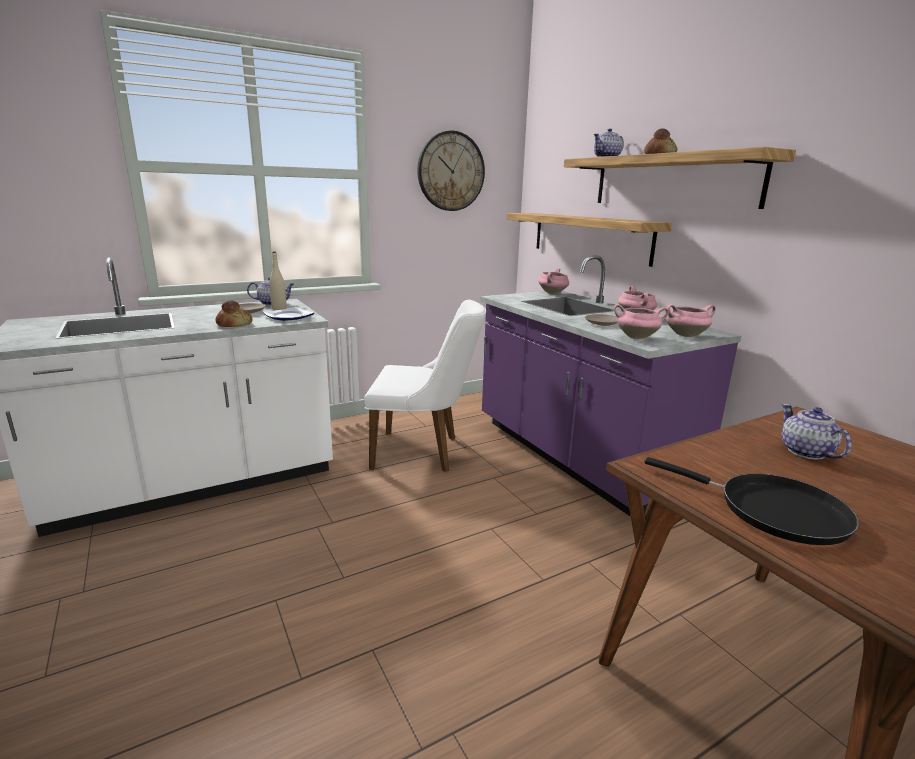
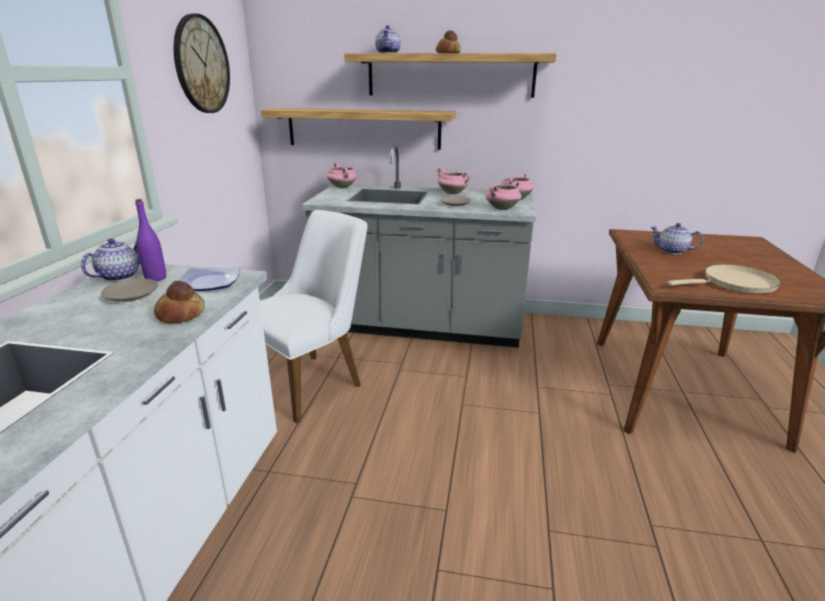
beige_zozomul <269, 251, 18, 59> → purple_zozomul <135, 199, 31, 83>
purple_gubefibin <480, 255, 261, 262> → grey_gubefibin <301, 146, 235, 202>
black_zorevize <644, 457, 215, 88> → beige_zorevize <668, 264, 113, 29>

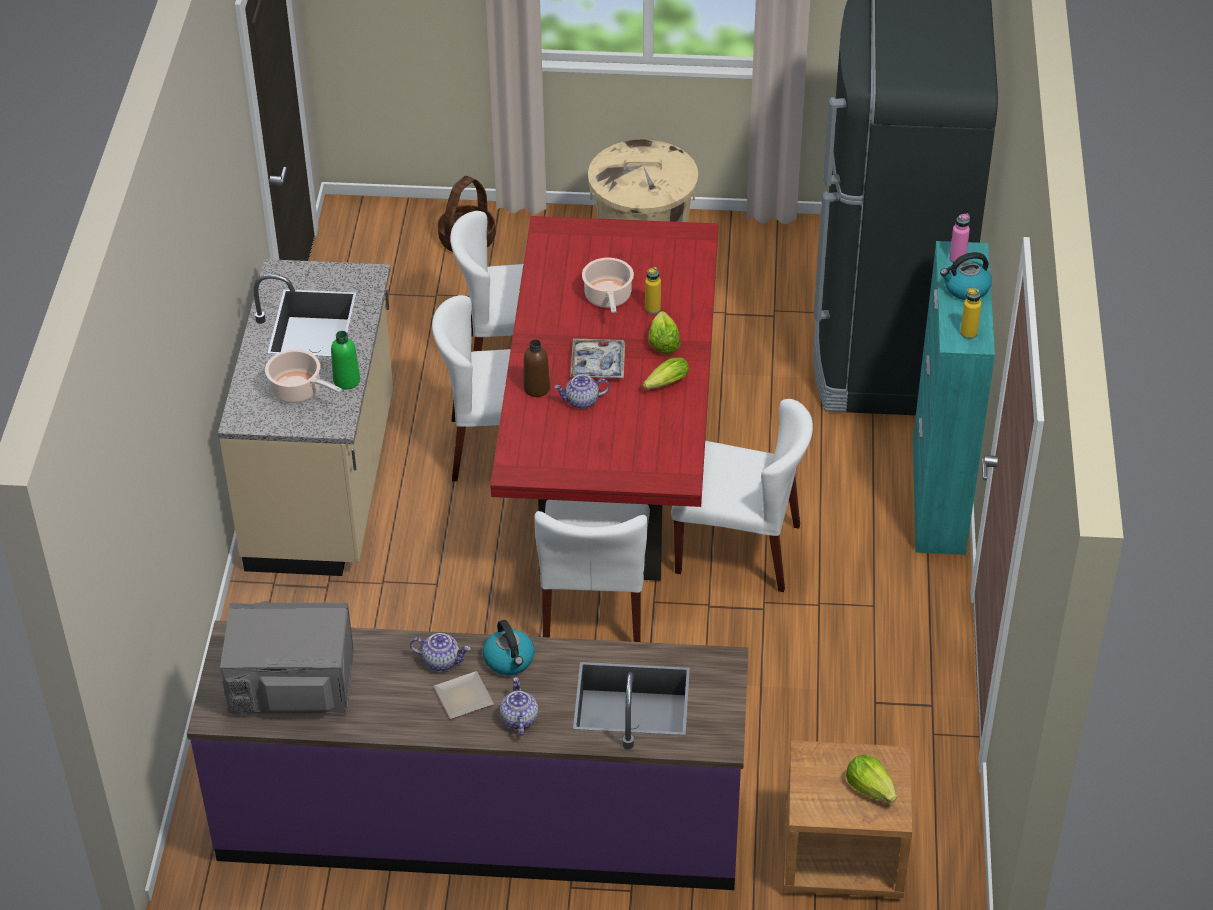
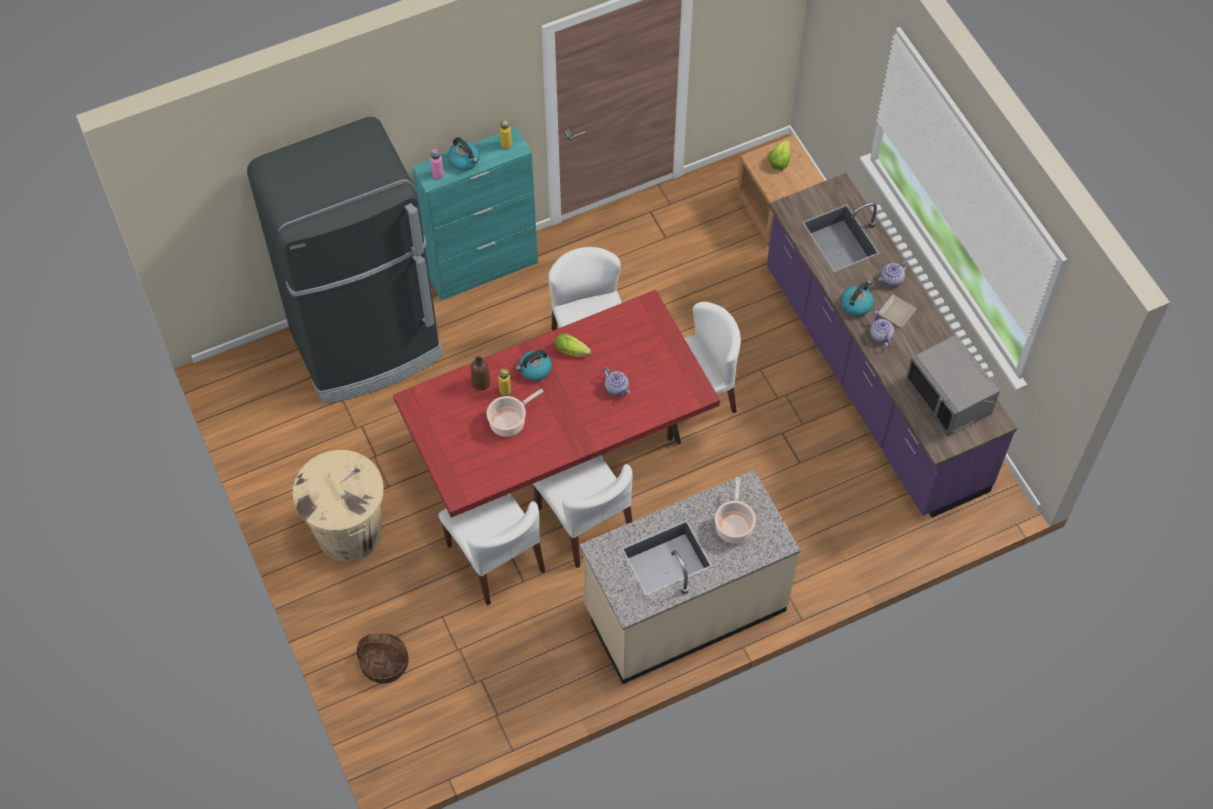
green_zozomul <331, 331, 29, 58> → -
brown_zozomul <524, 340, 26, 57> → brown_zozomul <471, 357, 20, 34>, relocated
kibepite <570, 339, 55, 39> → -
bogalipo <648, 311, 32, 43> → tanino <516, 350, 36, 31>

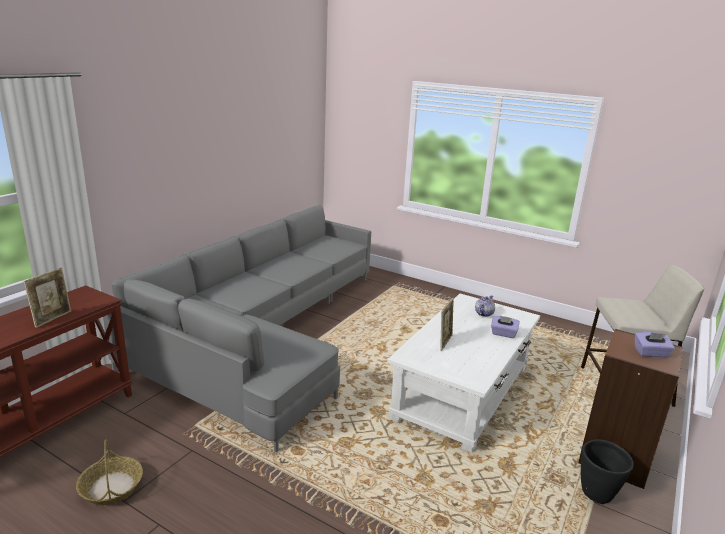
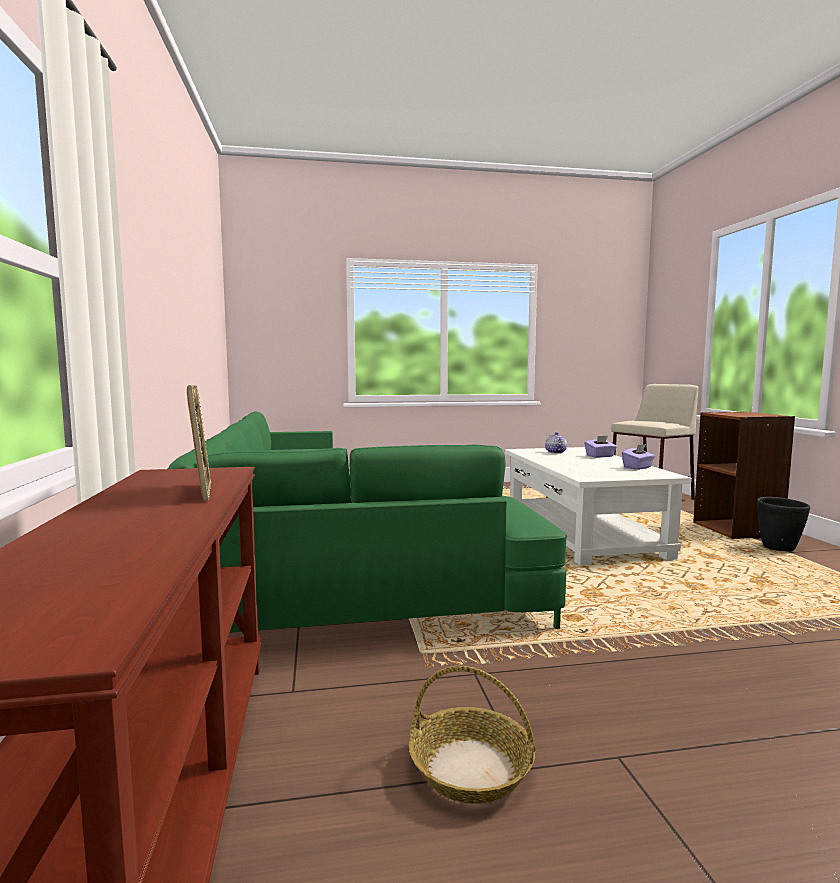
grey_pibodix <103, 205, 268, 248> → green_pibodix <168, 411, 399, 221>
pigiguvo <440, 298, 14, 53> → -
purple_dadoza <635, 332, 40, 26> → purple_dadoza <622, 444, 33, 26>, relocated

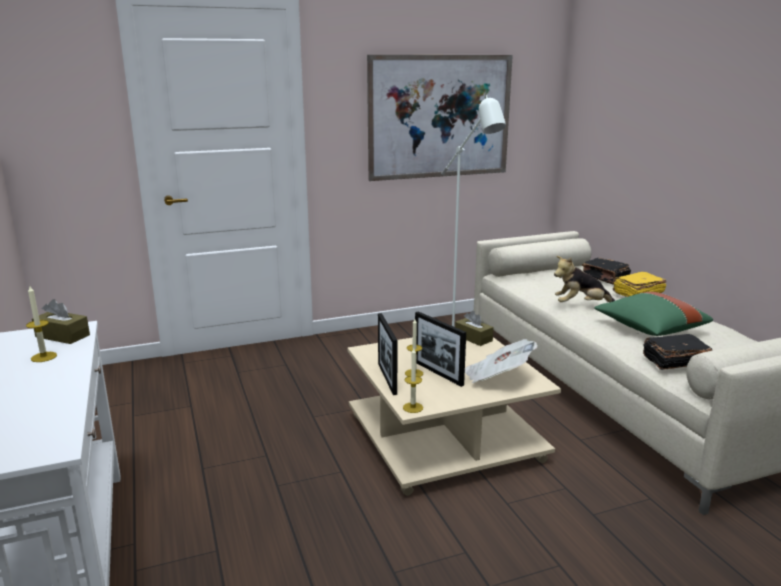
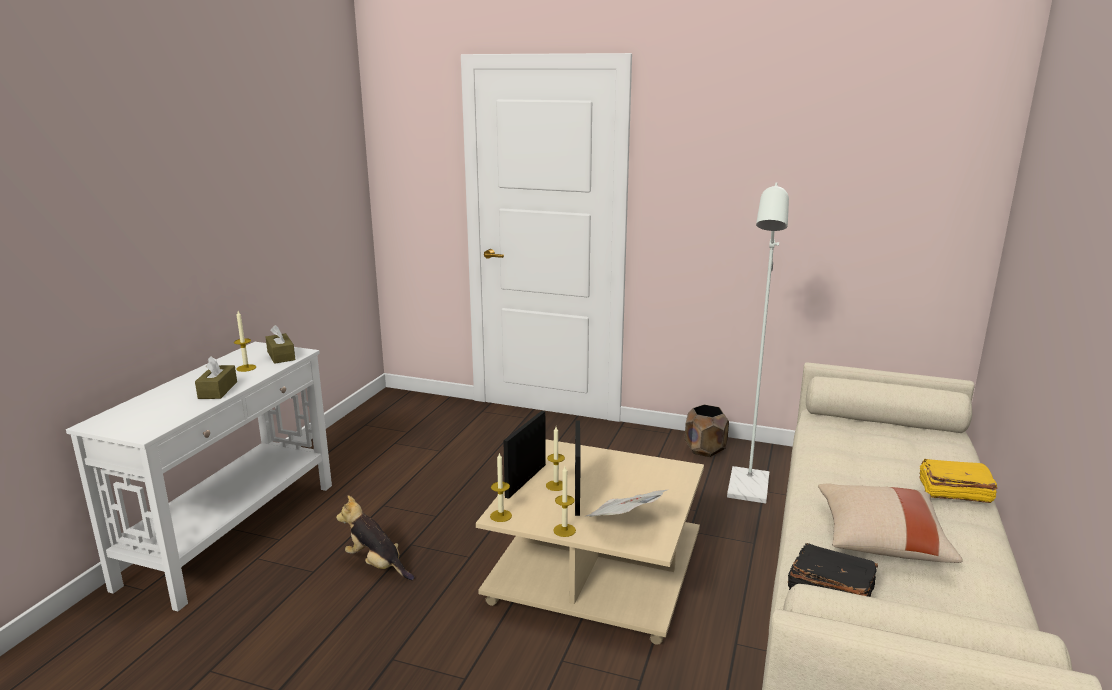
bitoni <367, 55, 146, 126> → -
brown_dadoza <455, 311, 39, 35> → brown_dadoza <195, 356, 42, 43>, relocated
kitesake <554, 256, 61, 46> → kitesake <336, 495, 79, 85>, relocated
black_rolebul <582, 258, 49, 27> → -
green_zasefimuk <594, 292, 119, 44> → beige_zasefimuk <818, 483, 145, 80>
- → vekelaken <553, 466, 23, 71>
- → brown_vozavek <685, 405, 44, 52>

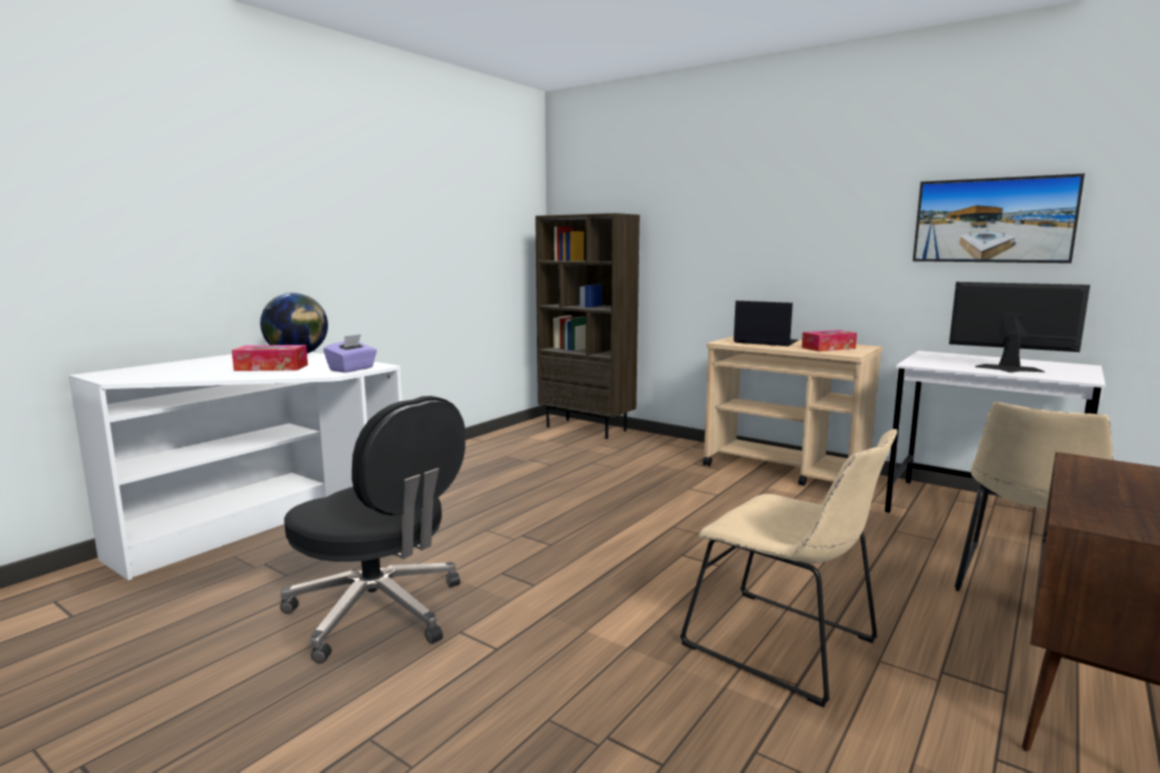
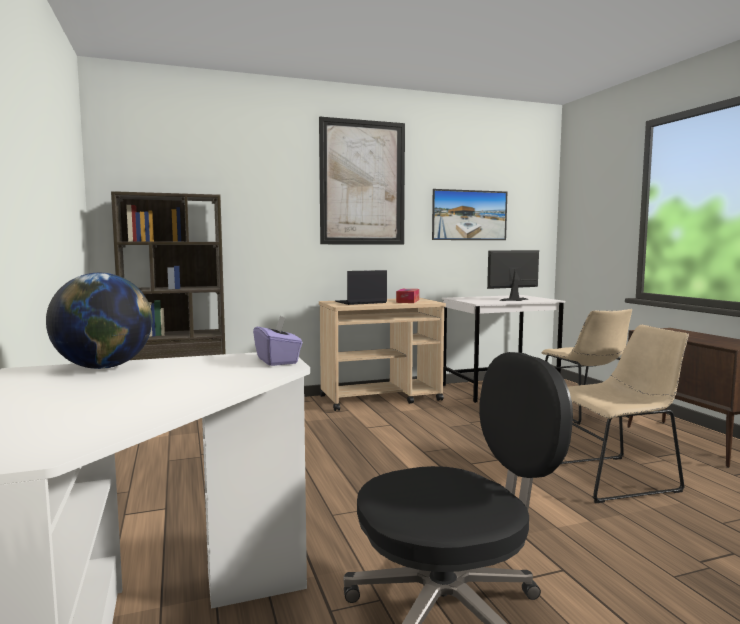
dadoza <232, 345, 76, 26> → -
- → bitoni <319, 116, 86, 128>

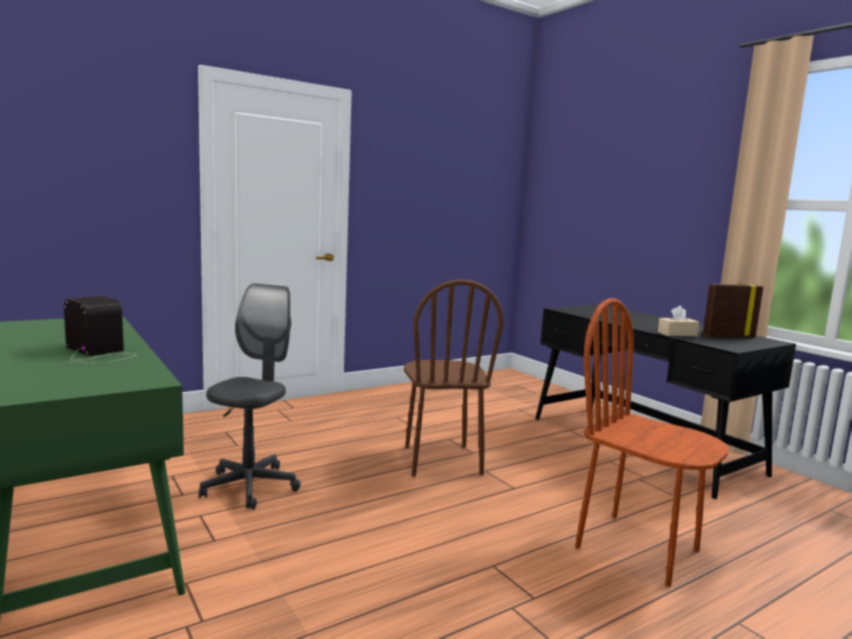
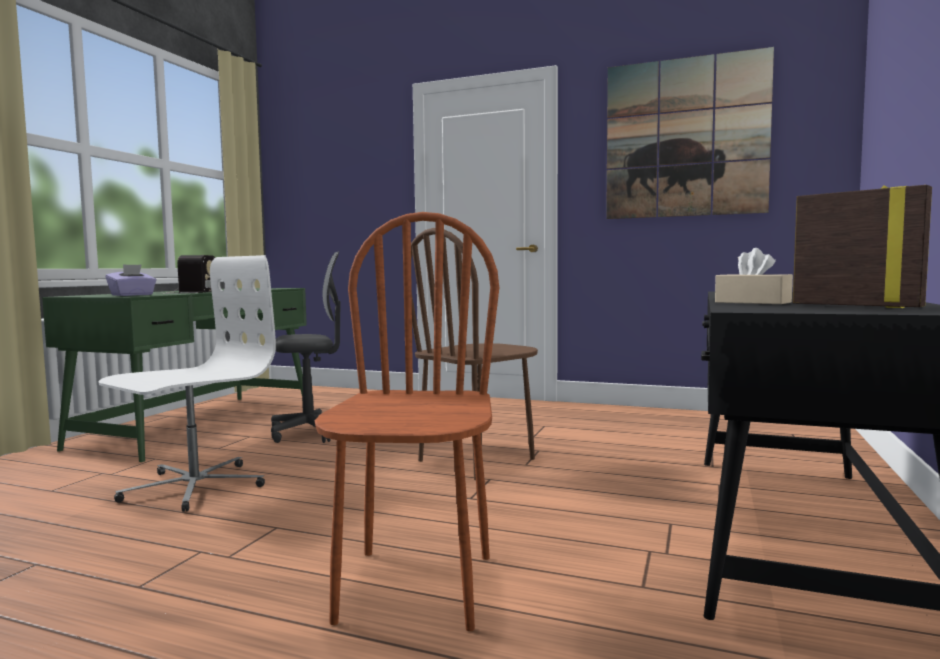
- → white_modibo <98, 255, 178, 257>
- → purple_dadoza <106, 264, 50, 32>
- → bitoni <606, 47, 168, 172>

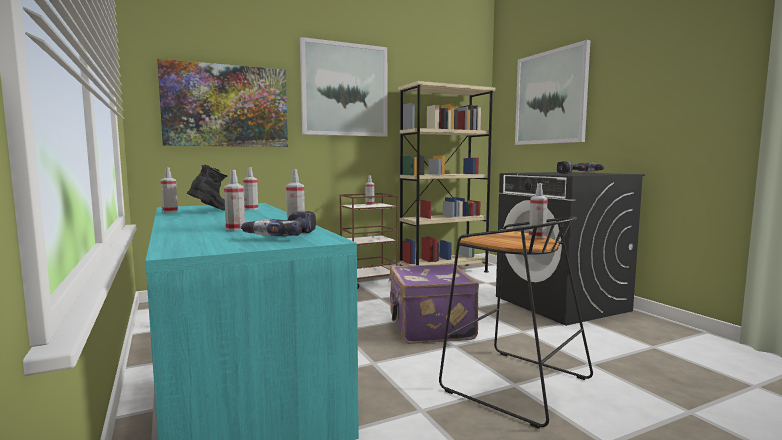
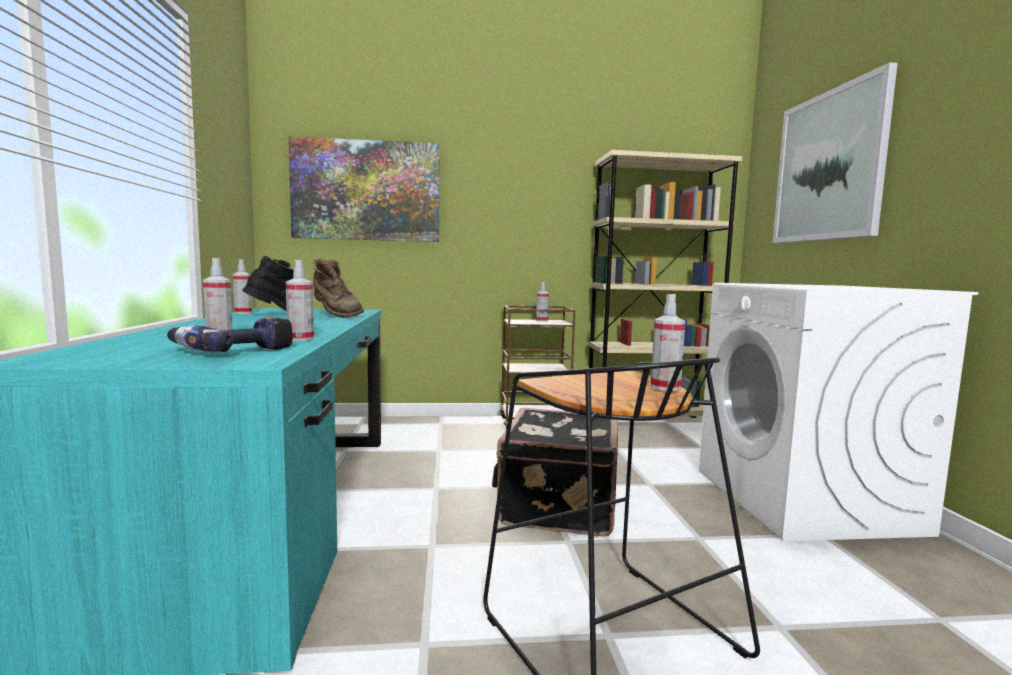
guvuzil <243, 167, 15, 43> → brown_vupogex <313, 258, 51, 60>
bitoni <300, 37, 87, 100> → -
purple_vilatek <388, 264, 91, 80> → black_vilatek <492, 408, 126, 129>
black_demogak <496, 172, 149, 154> → white_demogak <699, 283, 279, 258>
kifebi <557, 161, 47, 13> → -

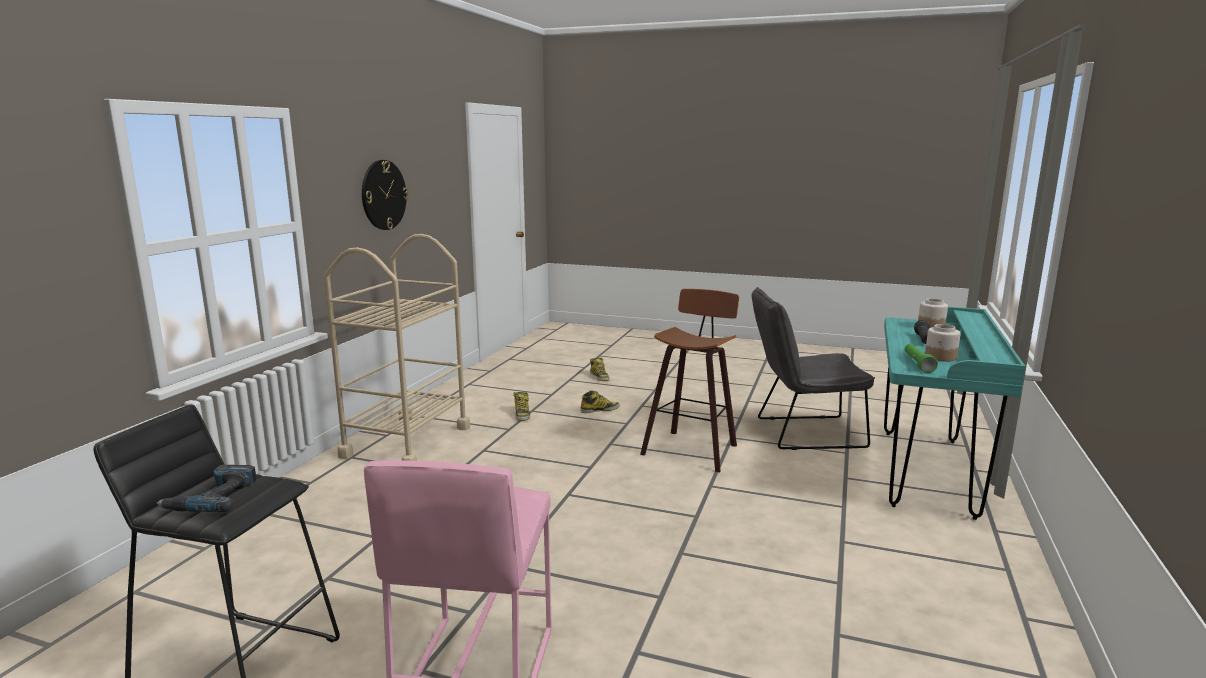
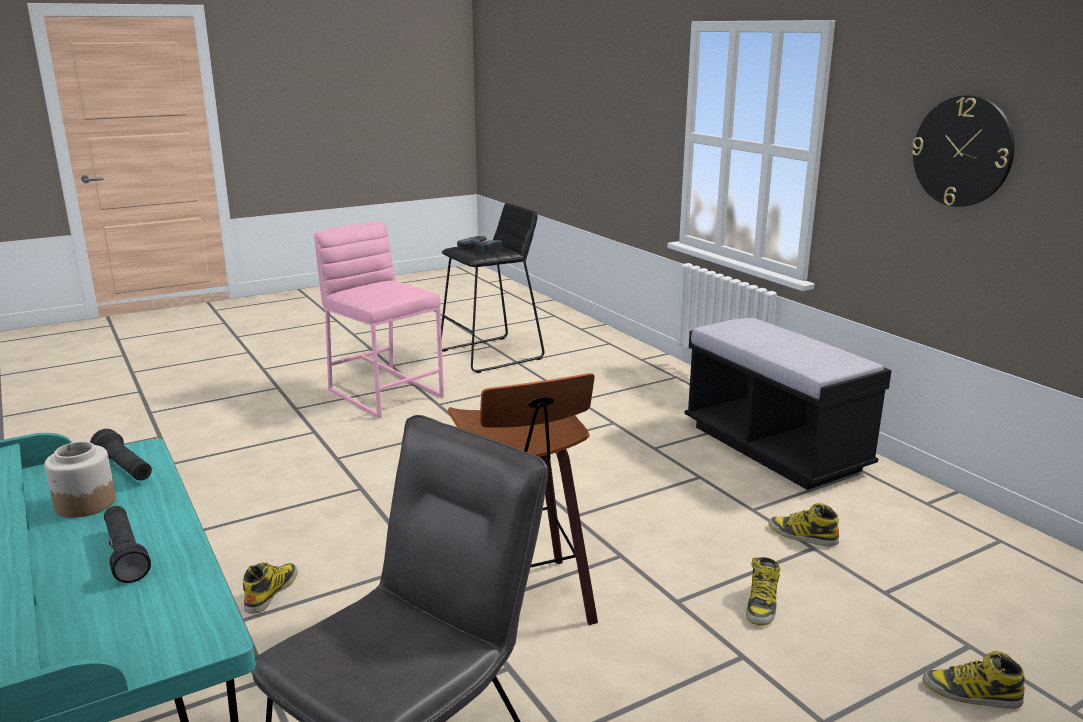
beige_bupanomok <324, 234, 146, 227> → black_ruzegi <685, 318, 207, 172>
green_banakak <905, 344, 33, 29> → black_banakak <90, 429, 62, 52>
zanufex <918, 298, 30, 30> → -
- → vupogex <243, 563, 55, 51>

